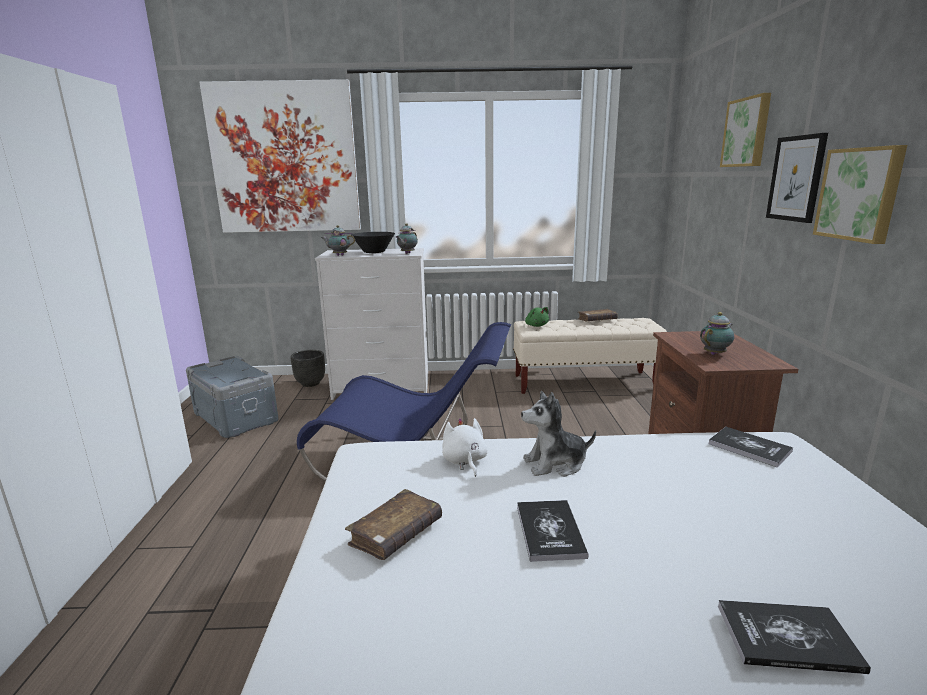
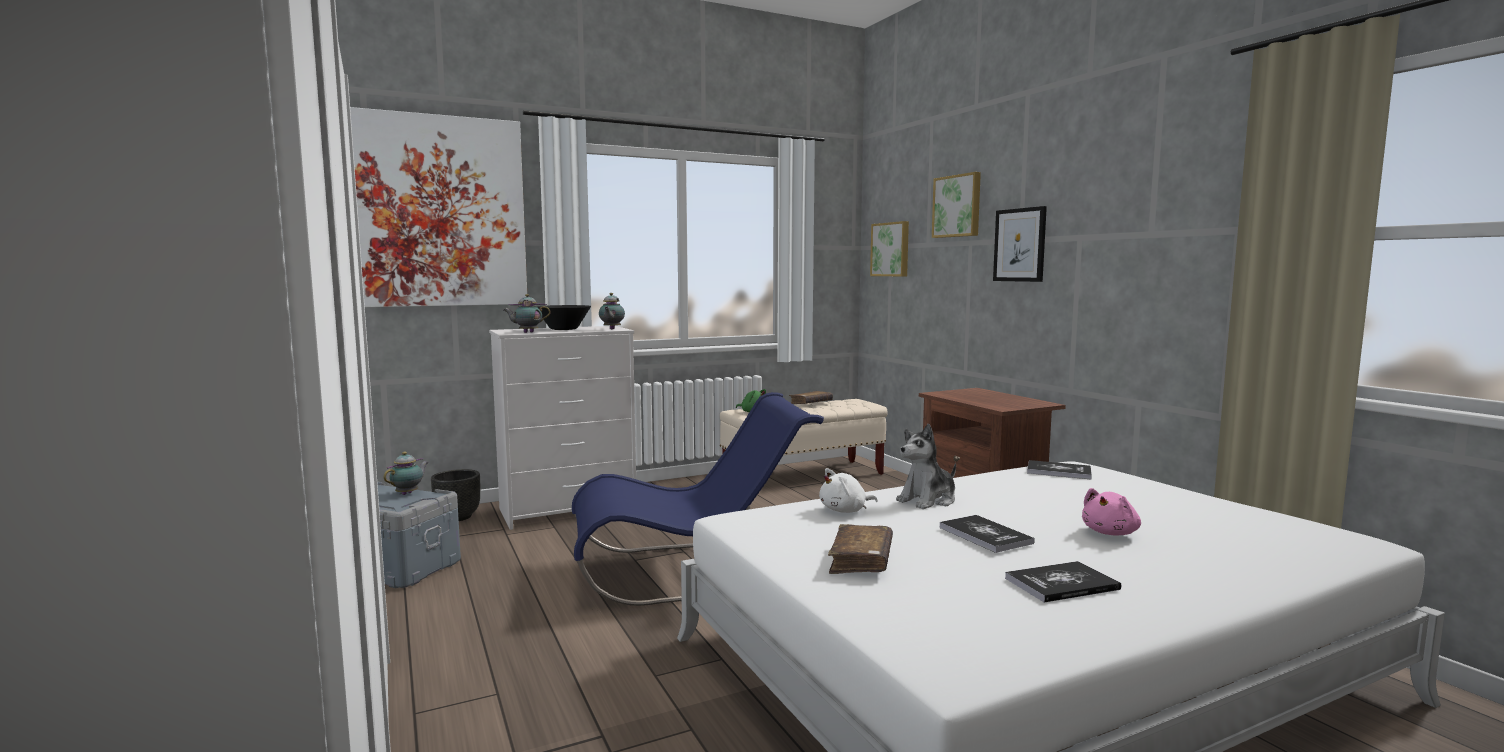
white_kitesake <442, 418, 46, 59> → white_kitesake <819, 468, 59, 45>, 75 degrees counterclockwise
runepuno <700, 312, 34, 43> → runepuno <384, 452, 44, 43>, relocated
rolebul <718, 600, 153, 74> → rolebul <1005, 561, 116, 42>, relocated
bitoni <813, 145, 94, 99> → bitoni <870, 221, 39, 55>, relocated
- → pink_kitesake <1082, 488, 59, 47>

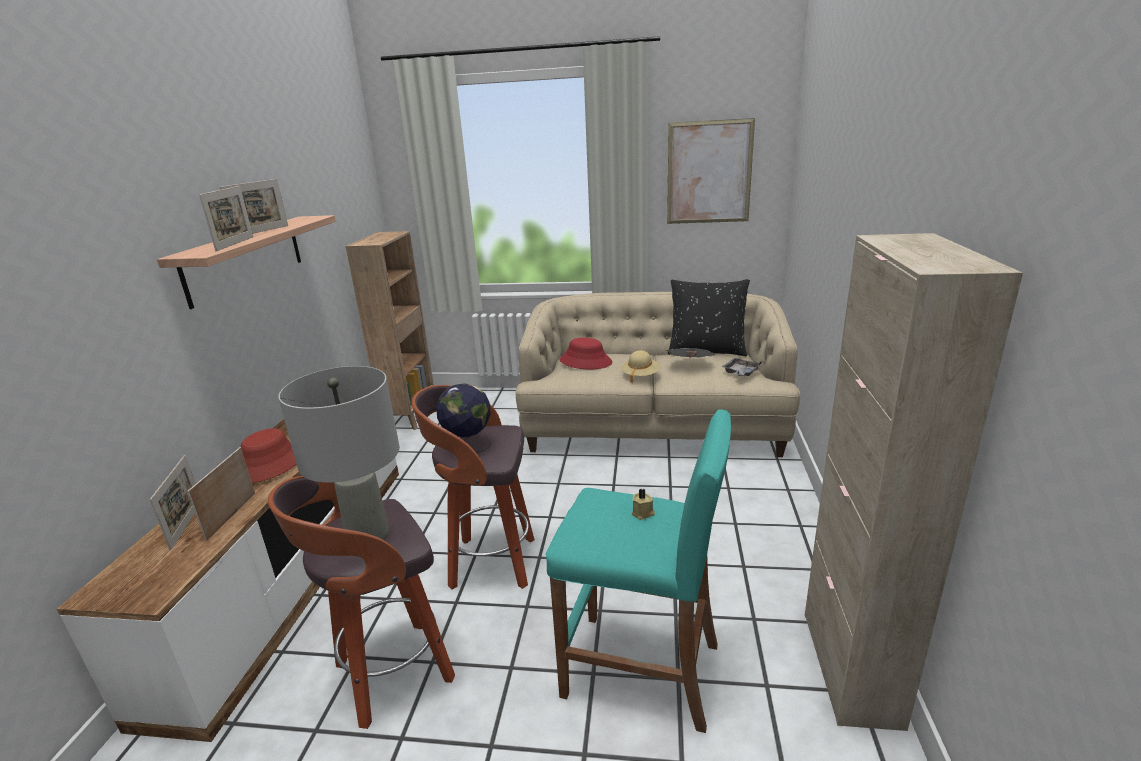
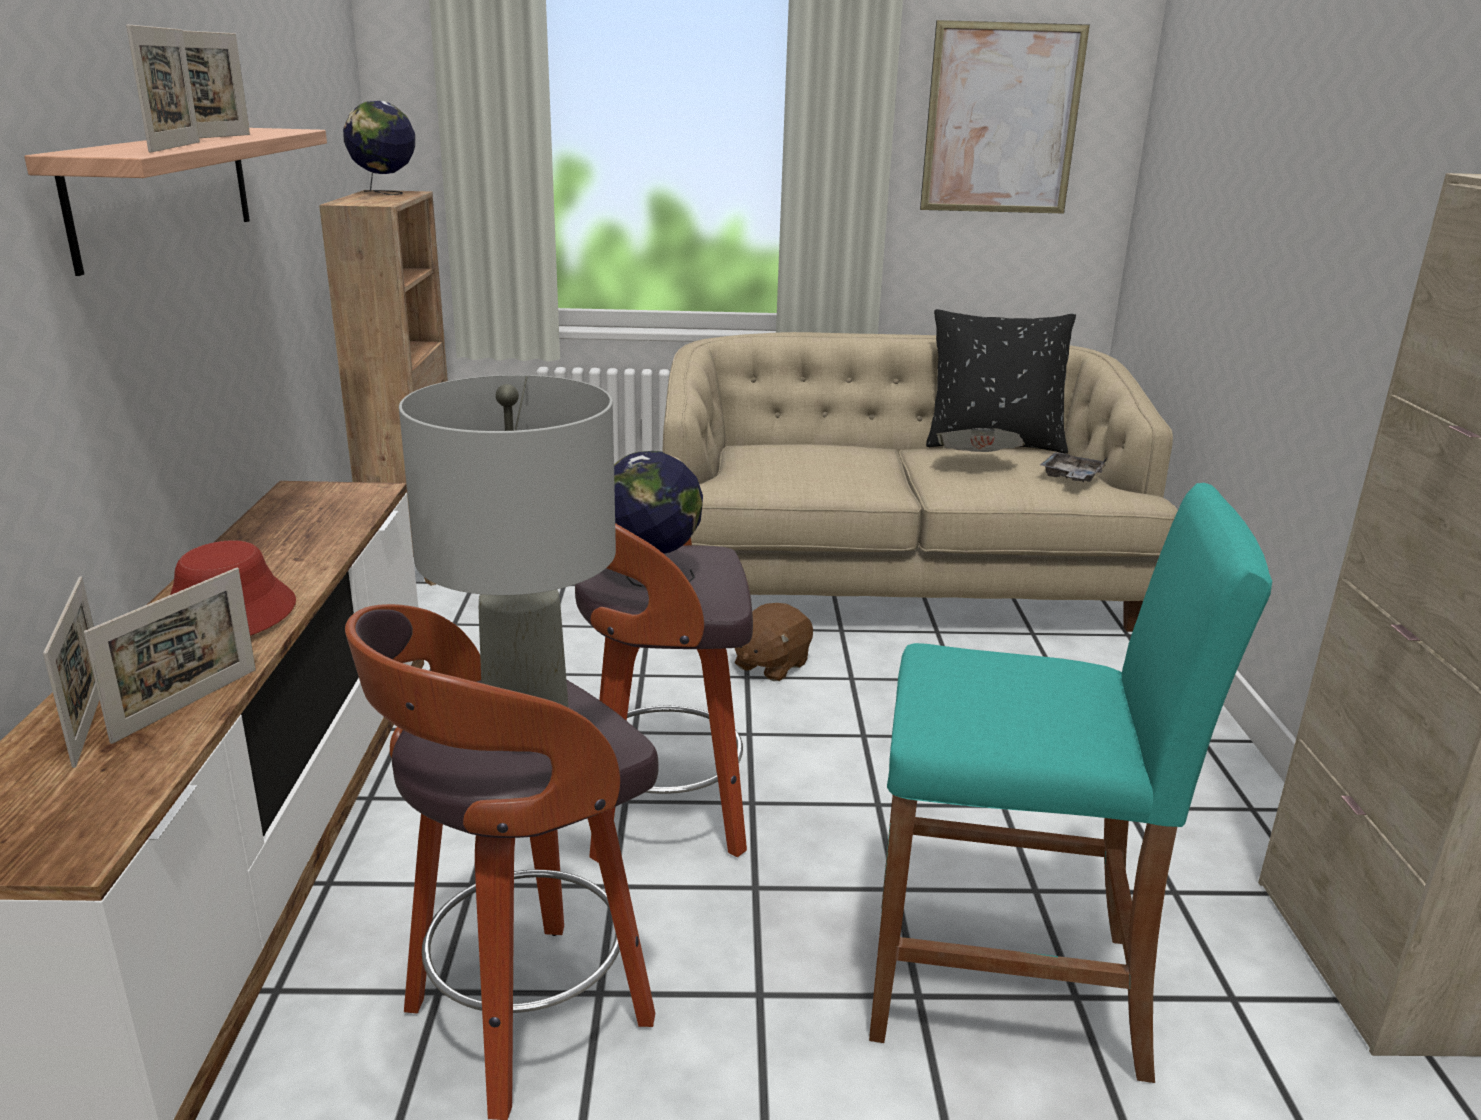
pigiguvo <187, 447, 68, 94> → pigiguvo <84, 568, 172, 176>, 150 degrees counterclockwise
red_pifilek <560, 337, 52, 32> → -
beige_pifilek <622, 350, 38, 33> → -
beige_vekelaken <632, 489, 23, 31> → -
- → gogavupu <343, 101, 72, 94>
- → brown_kitesake <735, 603, 78, 78>

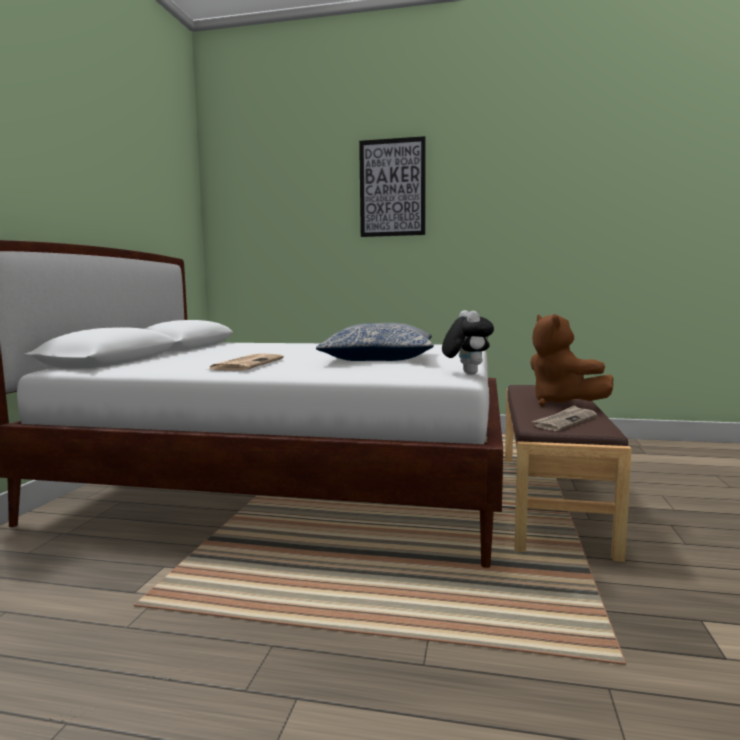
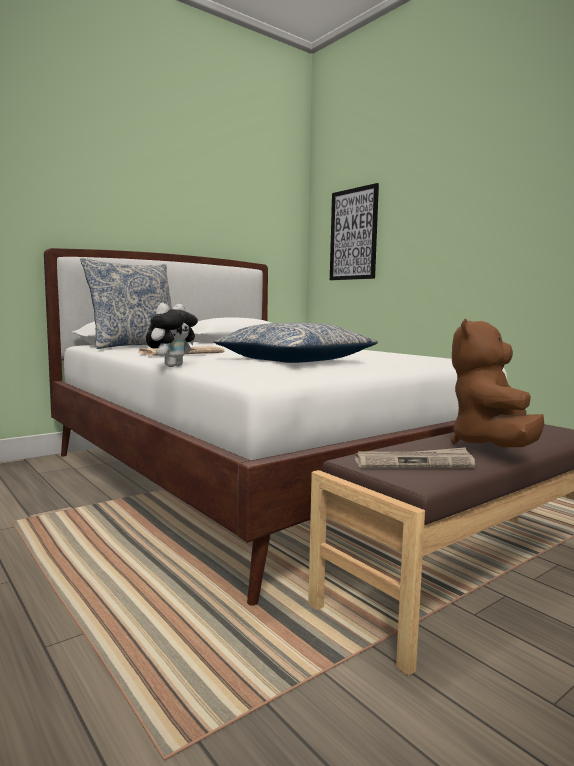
bitoni <359, 136, 67, 101> → bitoni <330, 183, 49, 97>, relocated
kitesake <442, 310, 52, 65> → kitesake <146, 303, 52, 64>, relocated
- → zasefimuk <80, 258, 92, 91>

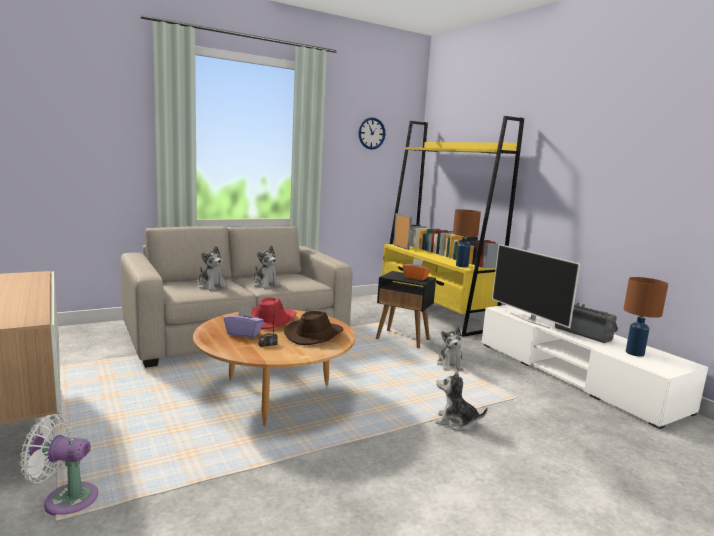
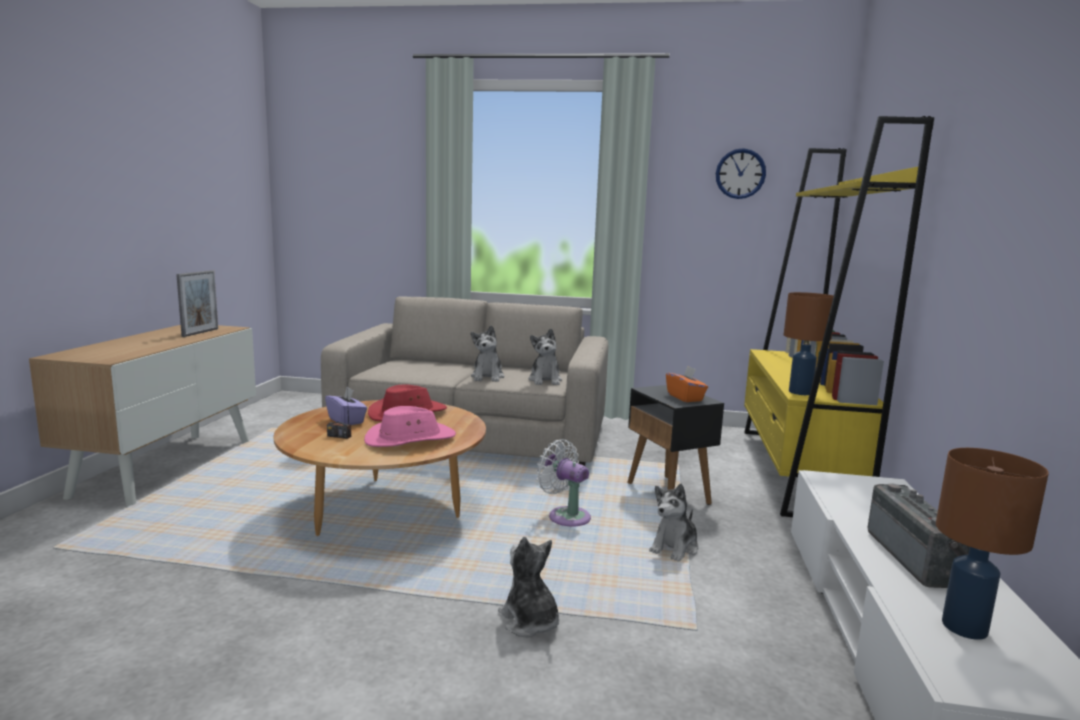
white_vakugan <20, 414, 78, 102> → white_vakugan <536, 439, 55, 88>, relocated
kitesake <198, 246, 30, 45> → kitesake <528, 329, 34, 56>, relocated
brown_pifilek <284, 311, 59, 34> → pink_pifilek <364, 406, 92, 41>
pigiguvo <393, 213, 19, 37> → pigiguvo <176, 270, 42, 67>, relocated
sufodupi <492, 244, 88, 85> → -

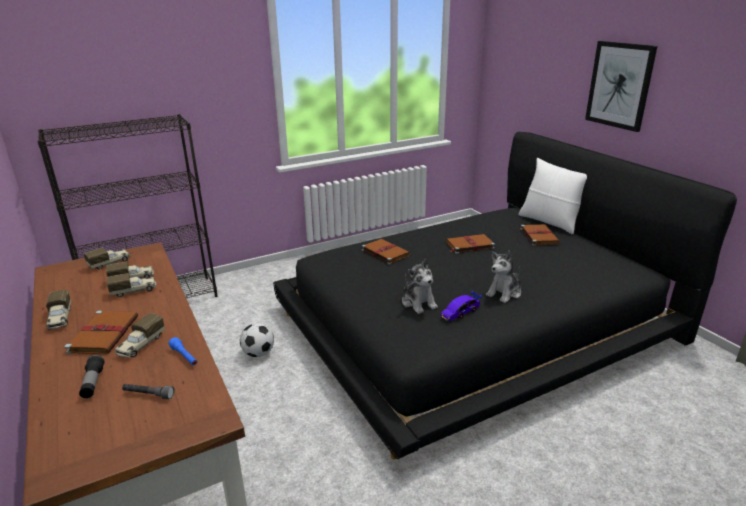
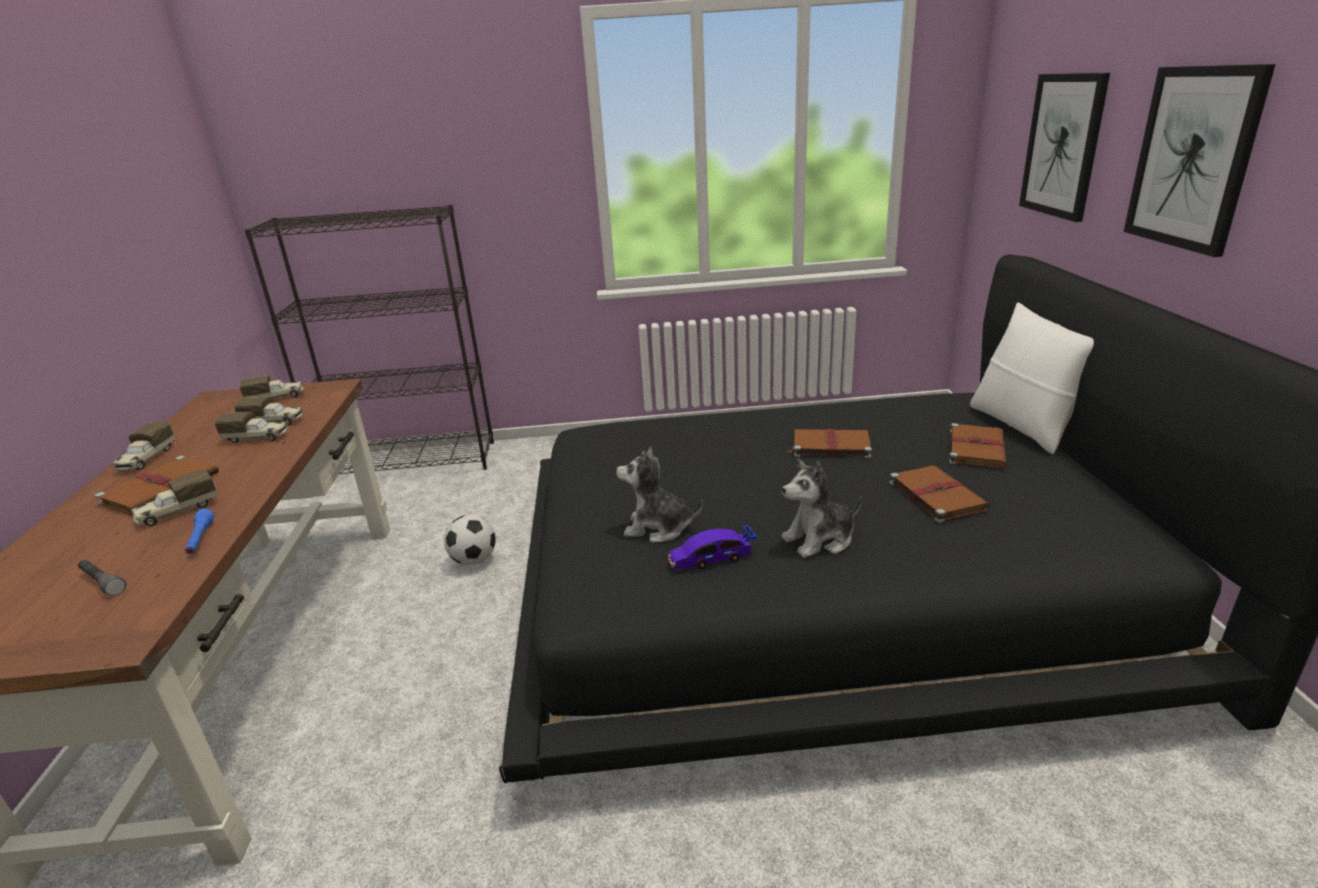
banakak <79, 355, 26, 43> → -
brown_rolebul <362, 239, 49, 26> → brown_rolebul <889, 465, 101, 58>, relocated
kitesake <402, 259, 36, 55> → kitesake <616, 447, 87, 96>, 105 degrees clockwise
- → bitoni <1019, 73, 91, 149>

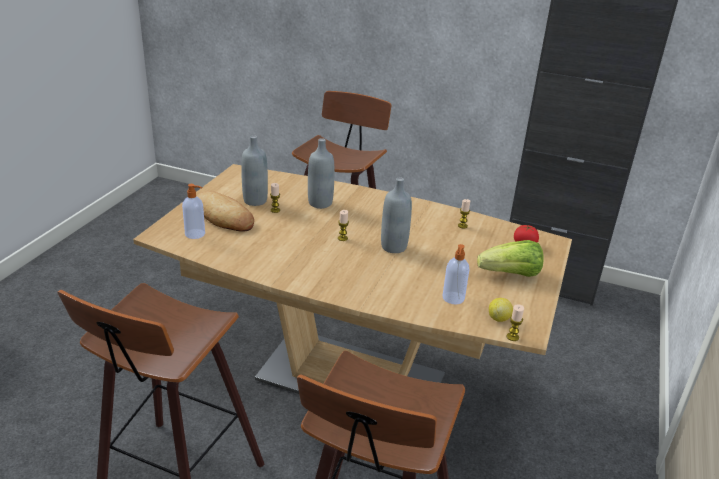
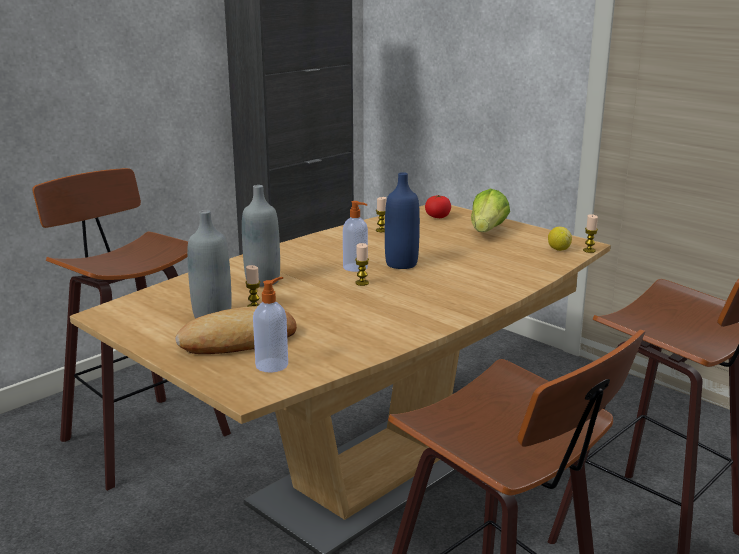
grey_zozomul <381, 178, 31, 75> → blue_zozomul <385, 172, 35, 97>
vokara <443, 244, 26, 61> → vokara <343, 201, 25, 71>, relocated

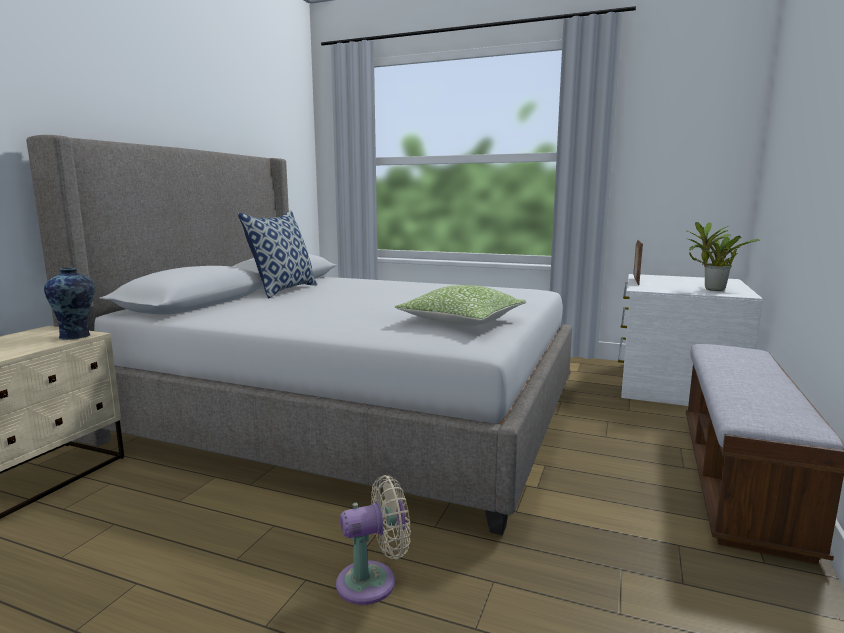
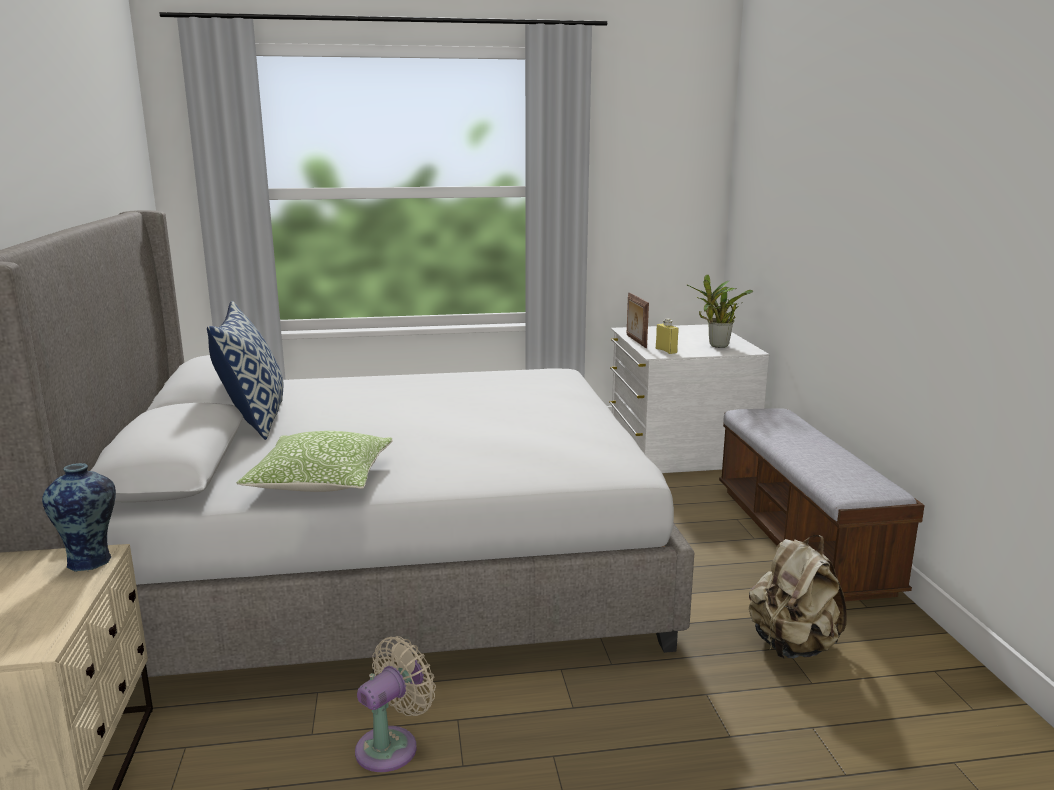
beige_vakugan <336, 475, 75, 130> → beige_vakugan <355, 636, 81, 136>, relocated
zasefimuk <395, 285, 131, 41> → zasefimuk <236, 431, 157, 61>, relocated
- → yellow_zozomul <656, 319, 23, 35>
- → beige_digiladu <749, 535, 98, 124>

